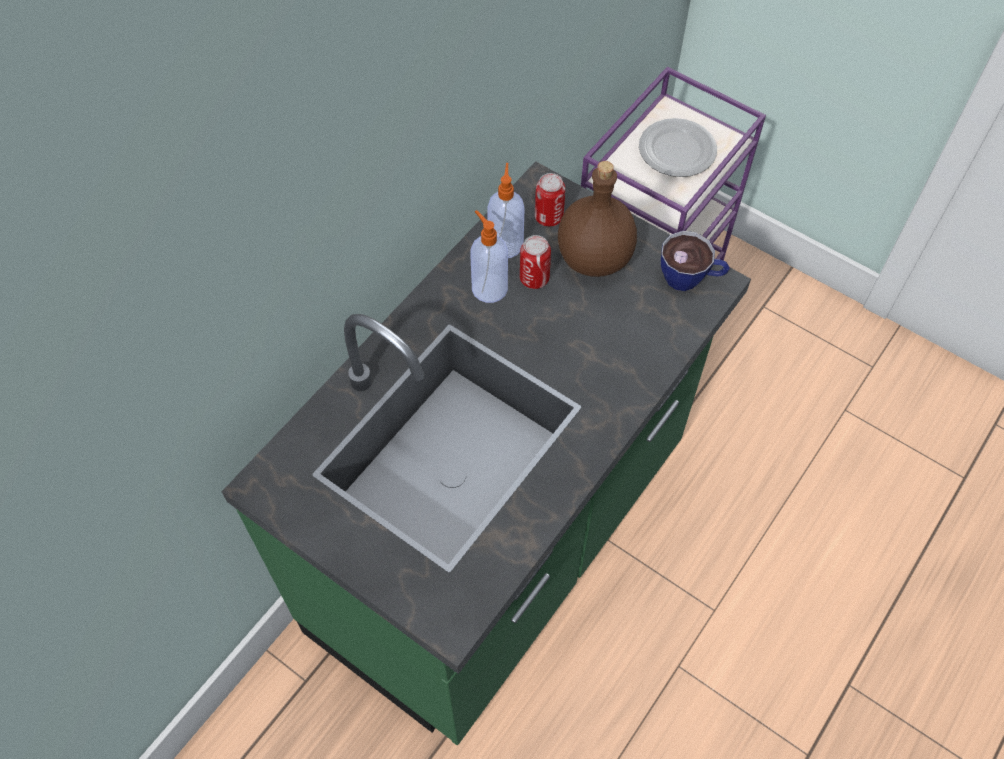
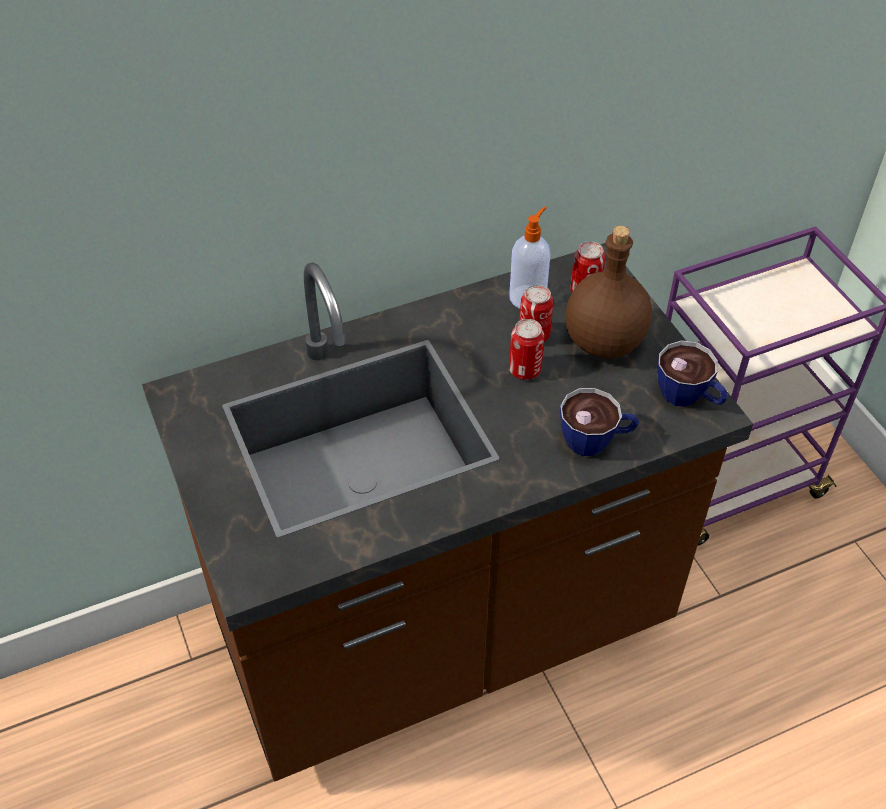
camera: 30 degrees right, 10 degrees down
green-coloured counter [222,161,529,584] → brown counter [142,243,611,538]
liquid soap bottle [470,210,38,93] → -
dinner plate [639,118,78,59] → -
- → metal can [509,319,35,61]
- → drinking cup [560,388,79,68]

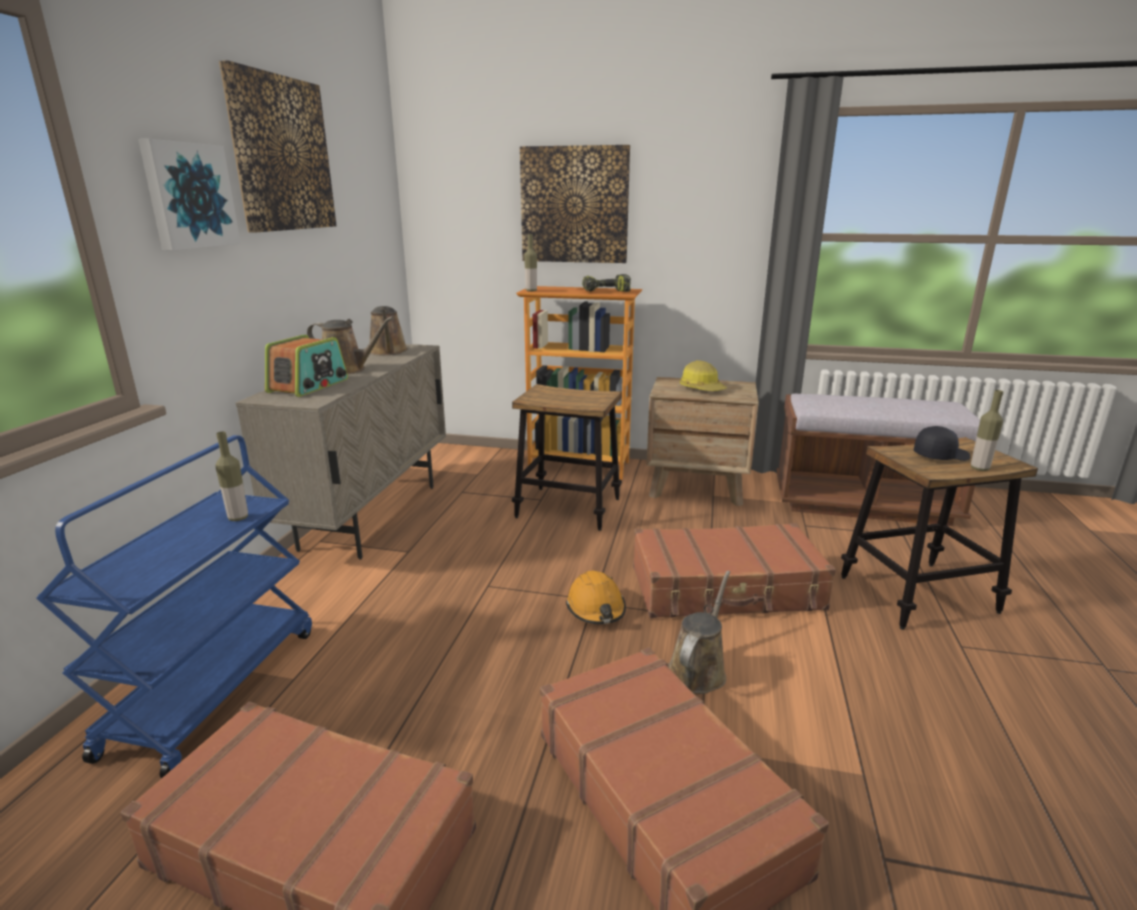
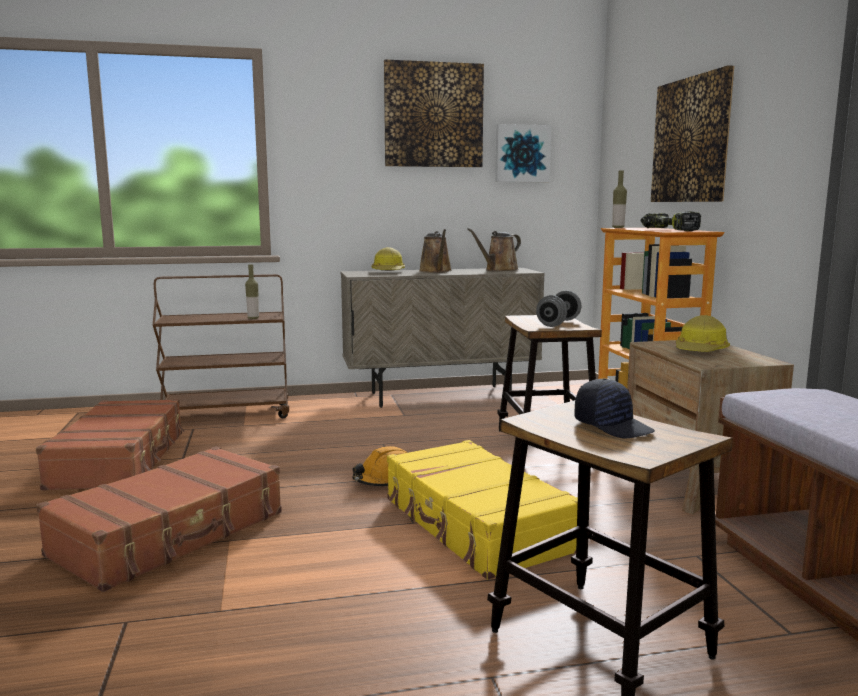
camera: 65 degrees right, 10 degrees down
bluish trolley [36,435,276,343] → brown trolley [153,274,136,144]
picture [138,139,103,112] → picture [495,124,56,58], relocated
radio set [265,335,83,62] → work helmet [371,247,34,24]
brown suitcase [633,523,203,95] → yellow suitcase [387,440,191,140]
brown watering pot [668,571,62,123] → -
bottle [971,390,32,81] → -
- → grey hand weight [536,291,45,36]

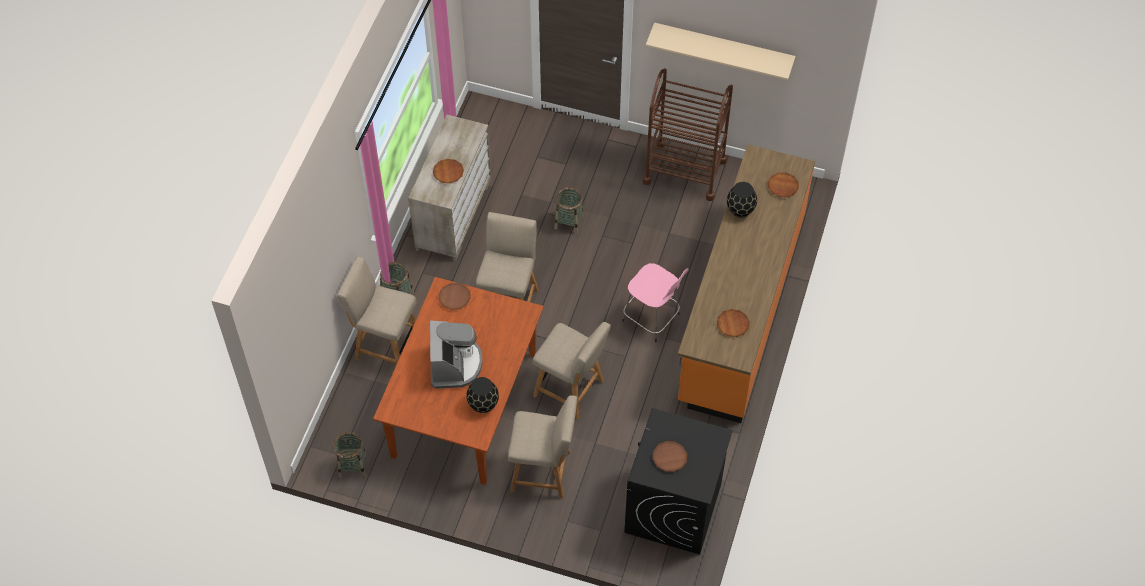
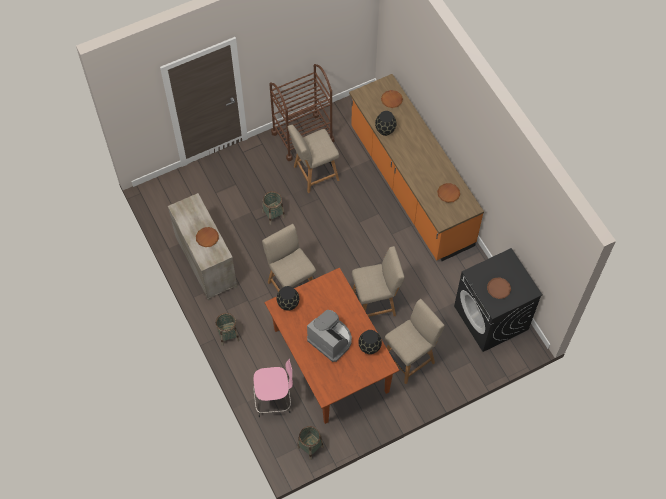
camera: 45 degrees left, 5 degrees up
beige upright chair [337,256,80,108] → beige upright chair [288,125,51,68], relocated
brown dinner plate [439,283,32,27] → blackish vase [277,286,22,25]
pink-coloured sitting stool [622,263,67,80] → pink-coloured sitting stool [253,359,40,58], relocated
beige wall shelf [646,23,150,57] → -

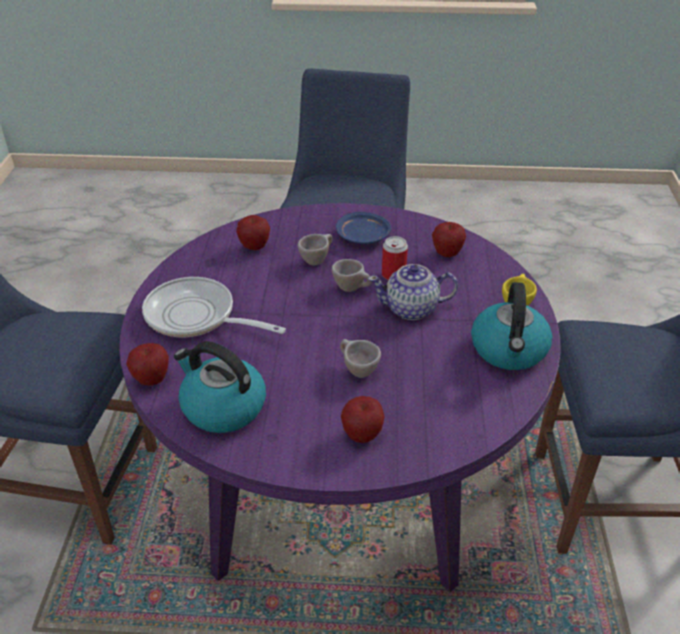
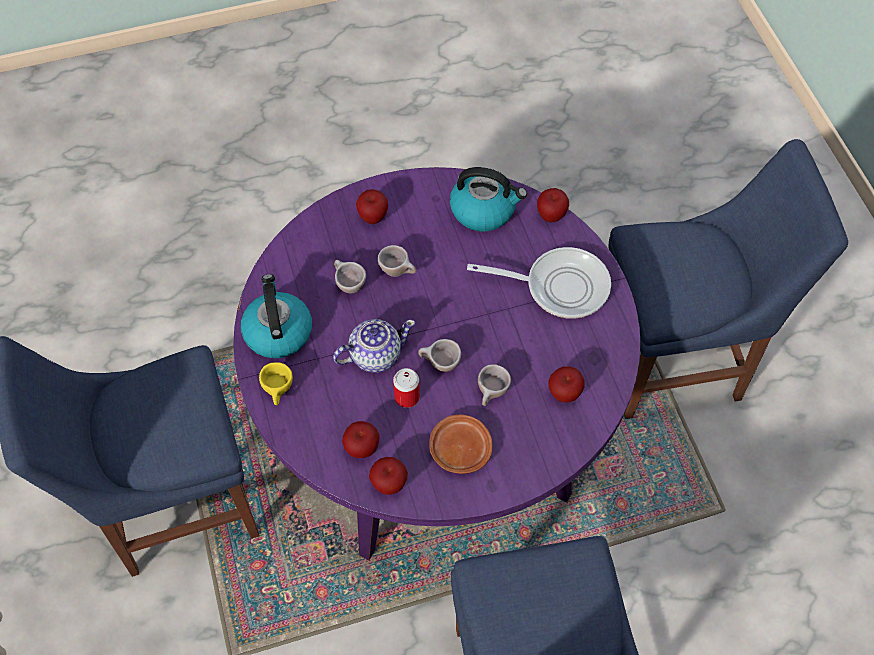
camera: 160 degrees right, 20 degrees up
bluish dinner plate [336,212,55,32] → brown dinner plate [429,415,64,59]
- → beige drinking cup [334,260,32,34]
- → apple [369,457,39,38]

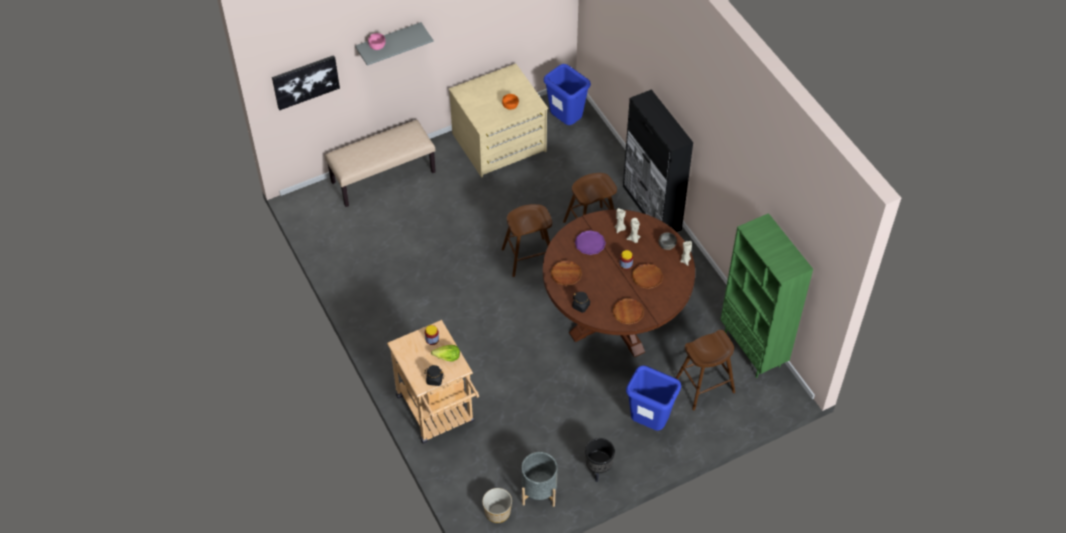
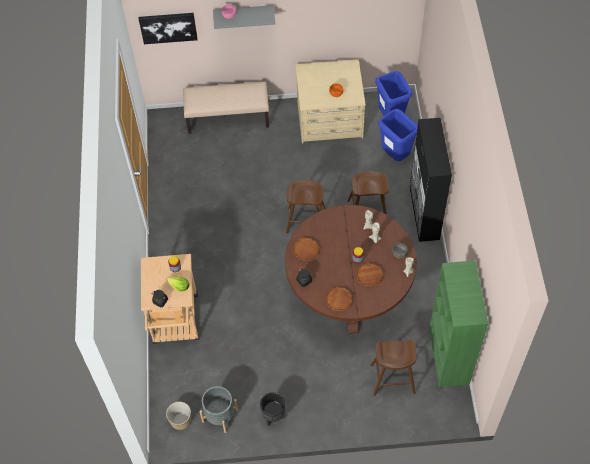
camera: 25 degrees right, 5 degrees up
purplish dinner plate [575,230,31,25] → -
bluish rubbish bin [626,365,55,66] → bluish rubbish bin [378,109,40,52], relocated

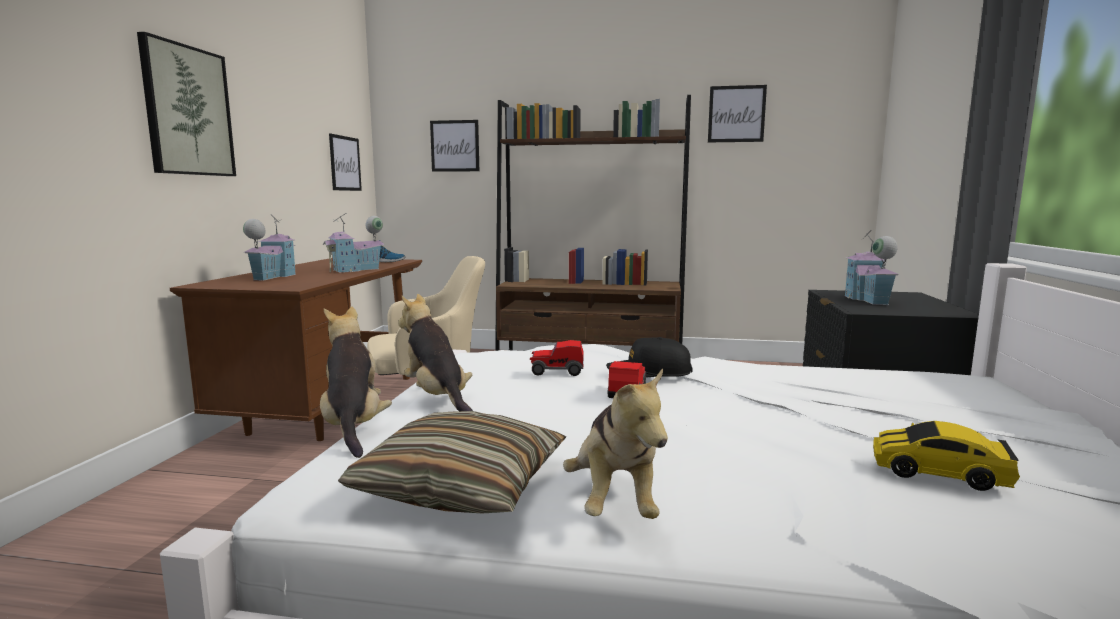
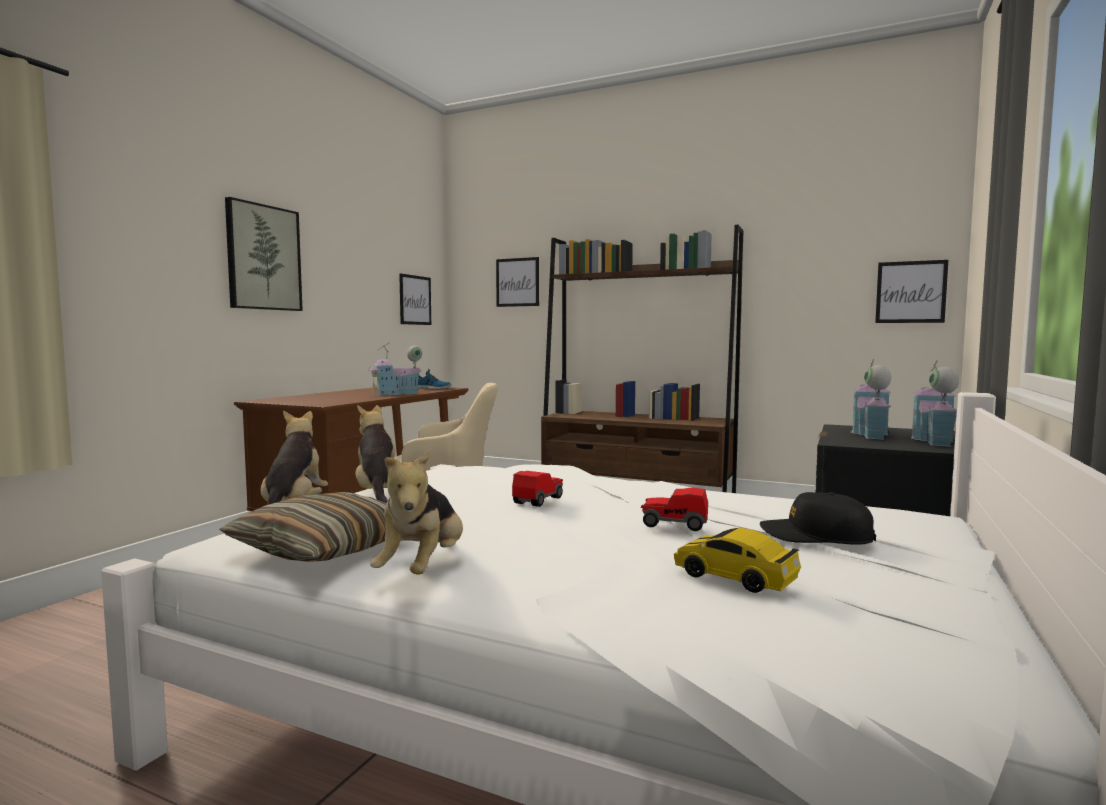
camera: 15 degrees right, 5 degrees down
model house [243,218,53,63] → model house [911,361,48,86], relocated
miniature car [530,340,53,36] → miniature car [641,487,67,44], relocated
blackish baseball cap [606,337,87,41] → blackish baseball cap [760,492,116,53], relocated
picture [708,85,59,57] → picture [875,260,73,63], relocated

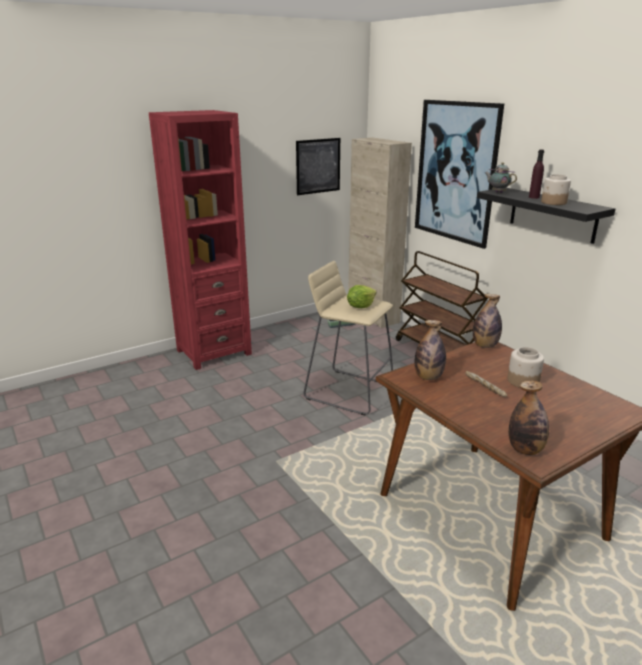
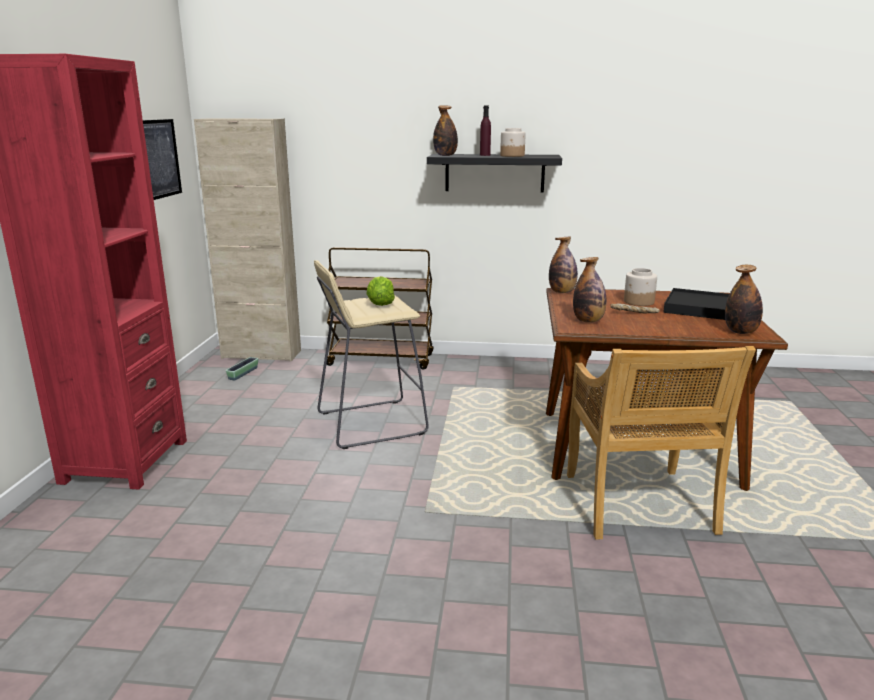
camera: 50 degrees left, 5 degrees down
picture [415,100,89,149] → -
teapot [485,162,32,31] → bottle [433,105,25,51]
- → beige upright chair [567,346,189,194]
- → blackish tray [663,288,66,32]

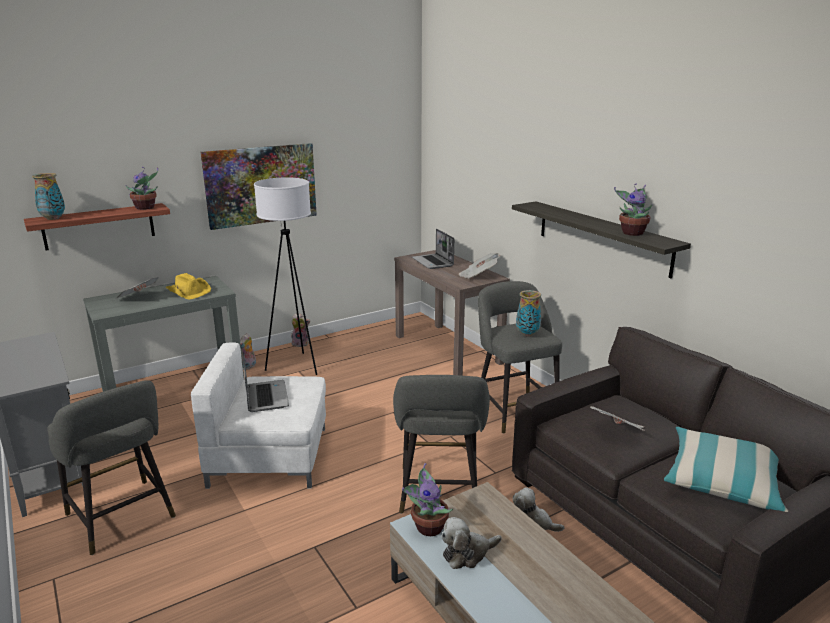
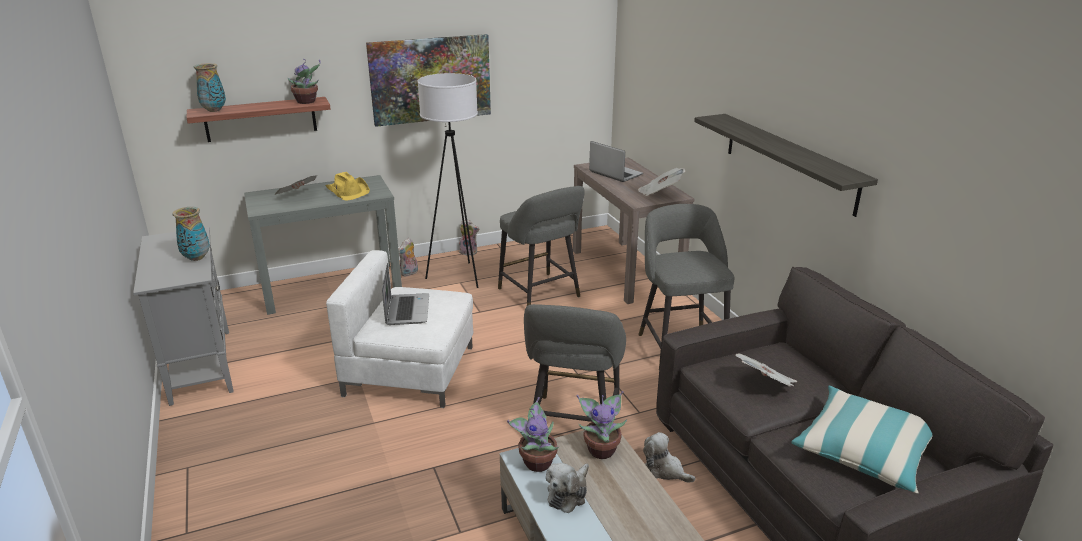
camera: 10 degrees right, 5 degrees up
grey sitting stool [47,380,129,175] → grey sitting stool [498,186,87,120], relocated
notebook computer [412,229,42,40] → notebook computer [589,141,54,41], 150 degrees clockwise
soft toy [441,517,61,52] → soft toy [546,463,43,50], 45 degrees counterclockwise
vase [516,290,25,47] → vase [173,207,37,54], relocated
houseplant [614,184,39,52] → houseplant [577,391,50,68], relocated

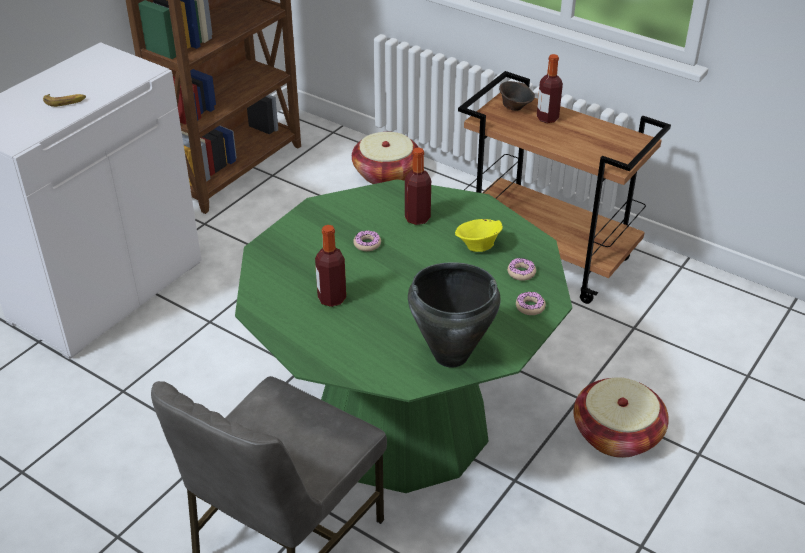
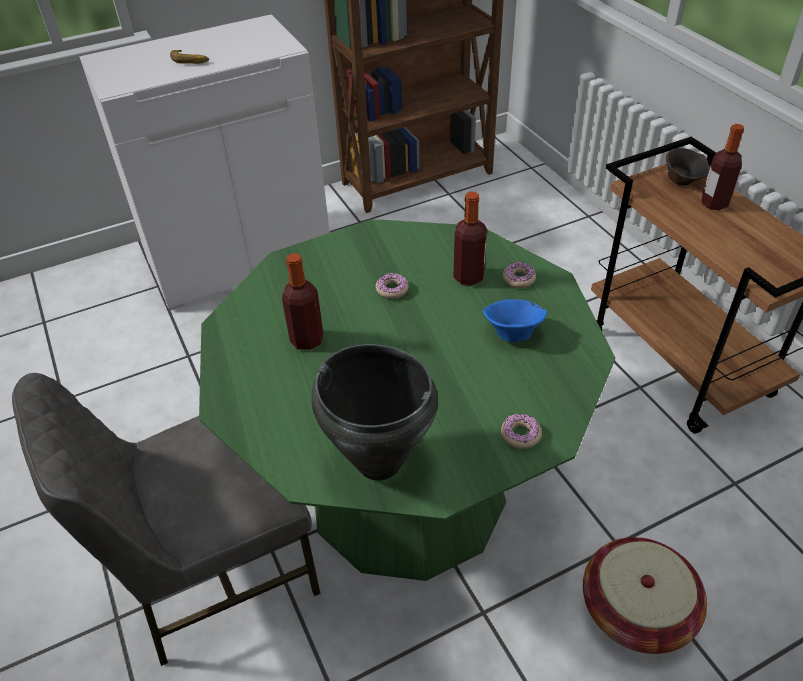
camera: 30 degrees right, 5 degrees up
storage basket [352,132,67,52] → -
yellow deep dish [455,219,48,33] → bluish deep dish [483,299,65,43]
donut [507,258,29,23] → donut [503,262,33,26], relocated

